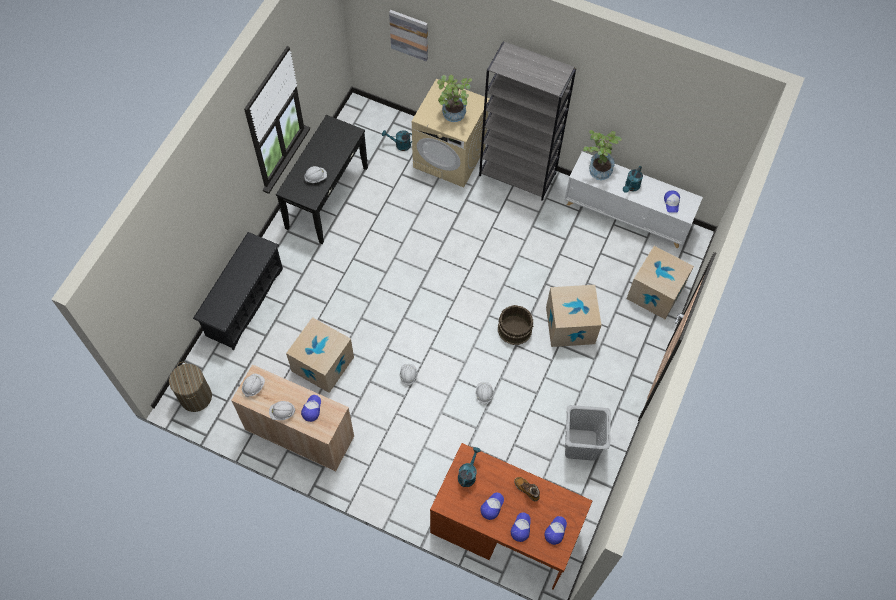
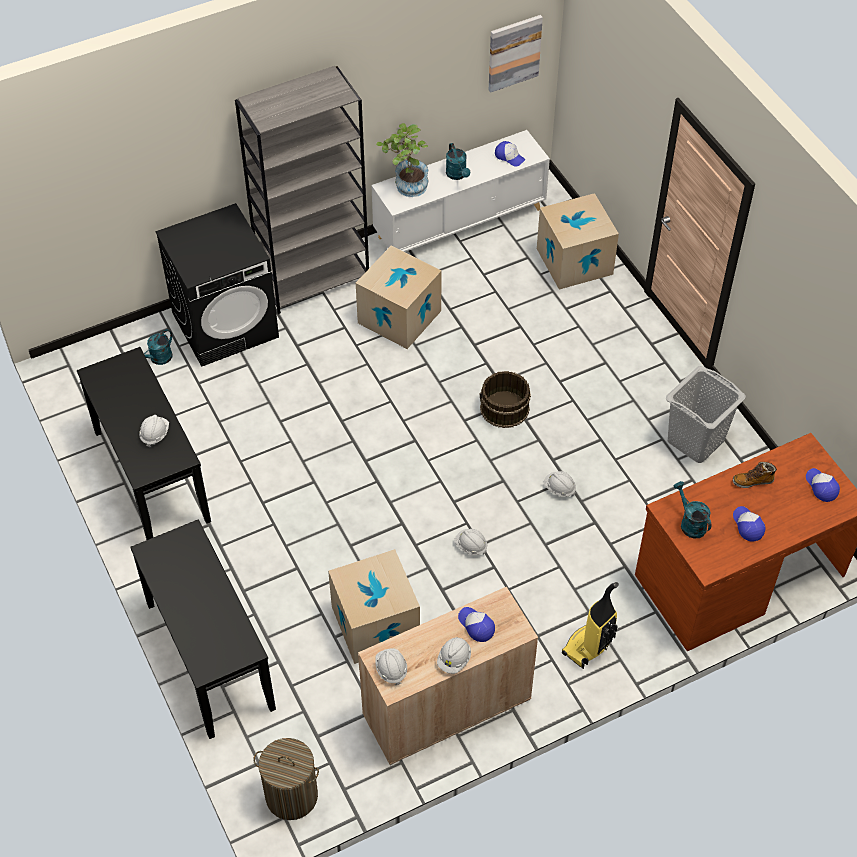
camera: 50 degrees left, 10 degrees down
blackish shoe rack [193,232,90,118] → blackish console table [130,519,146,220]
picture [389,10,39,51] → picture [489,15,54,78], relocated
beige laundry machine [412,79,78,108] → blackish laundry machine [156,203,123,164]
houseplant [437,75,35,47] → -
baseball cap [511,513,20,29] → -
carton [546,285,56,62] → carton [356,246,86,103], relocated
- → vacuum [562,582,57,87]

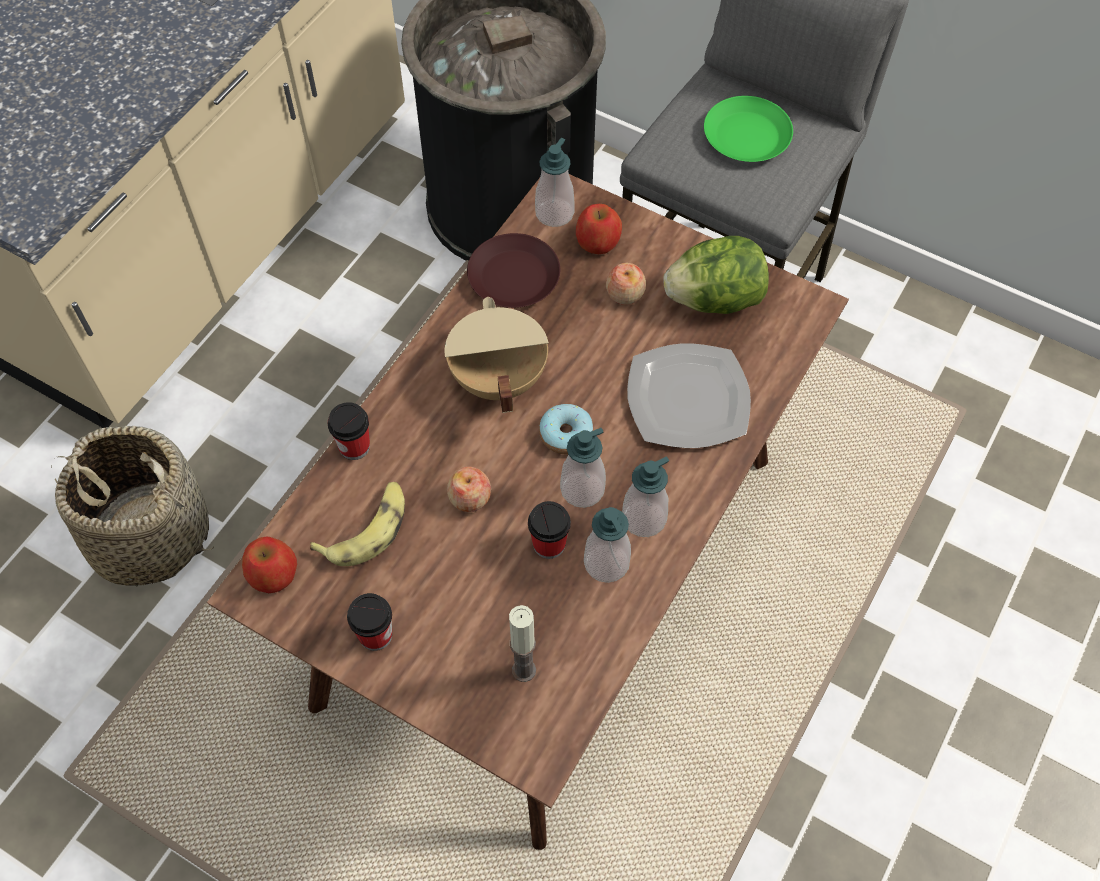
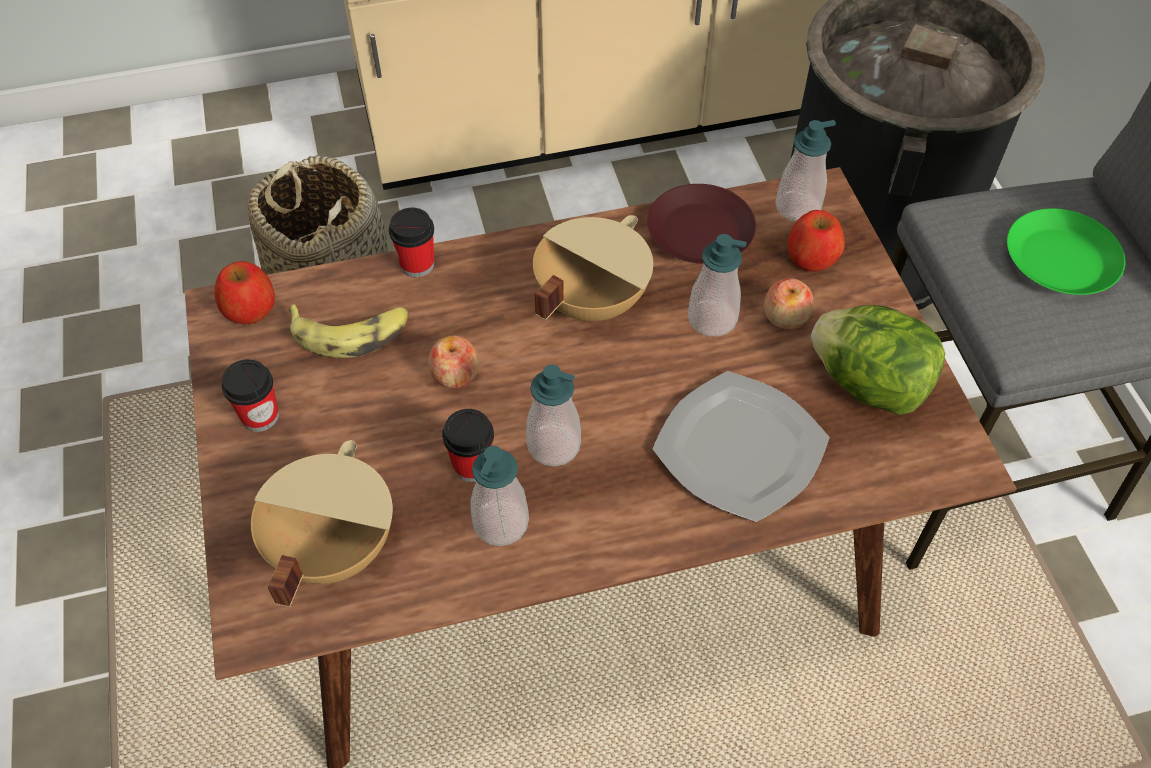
camera: 45 degrees right, 5 degrees down
wax candle [509,605,27,77] → beige stockpot [251,440,142,167]
donut [539,404,54,50] → -
liquid soap bottle [622,457,47,80] → liquid soap bottle [688,234,59,103], relocated

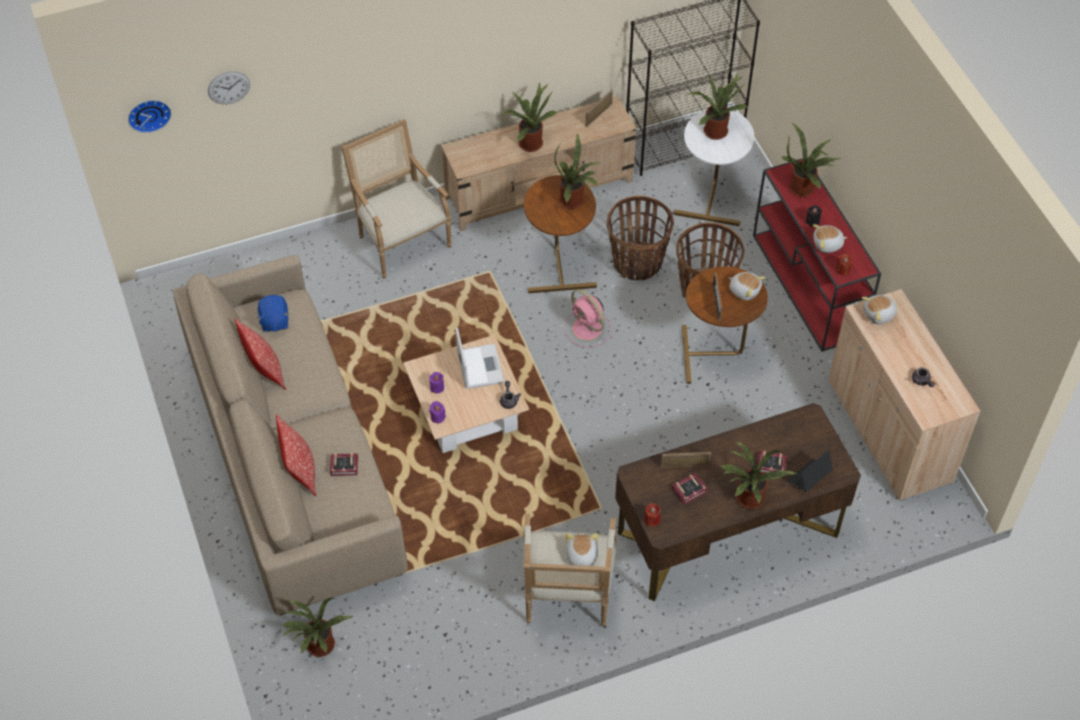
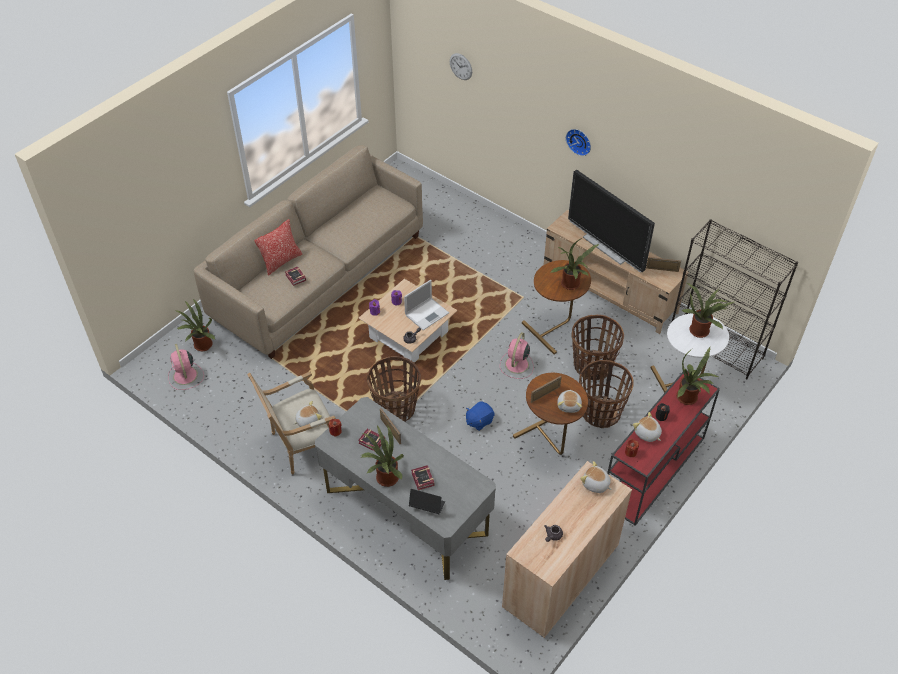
camera: 60 degrees right, 5 degrees down
clock on the wall [128,100,43,33] → clock on the wall [566,129,25,27], relocated
pillow [235,318,51,72] → -
bluish soft toy [257,295,32,37] → bluish soft toy [466,401,29,30], relocated
easy chair [342,119,110,159] → -
houseplant [501,82,56,70] → TV [568,170,87,103]
brown desk unit [615,403,246,198] → grey desk unit [315,397,181,183]
- → pink-coloured cooling fan [168,344,36,46]
- → storage basket [367,356,54,66]

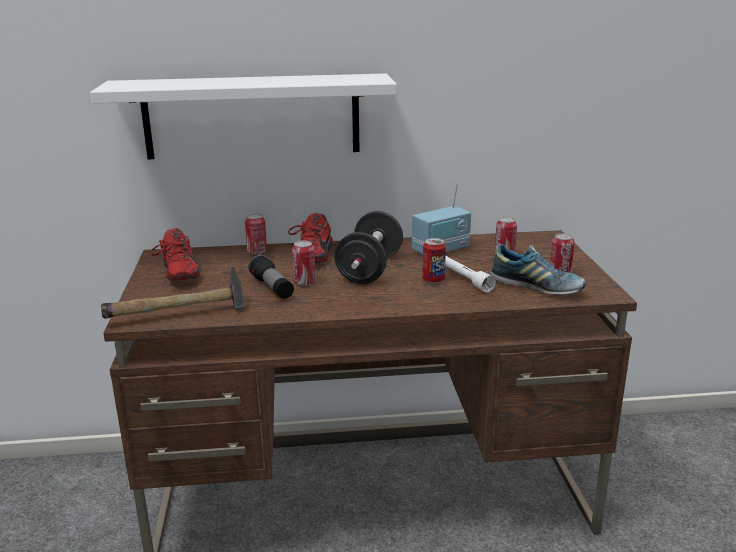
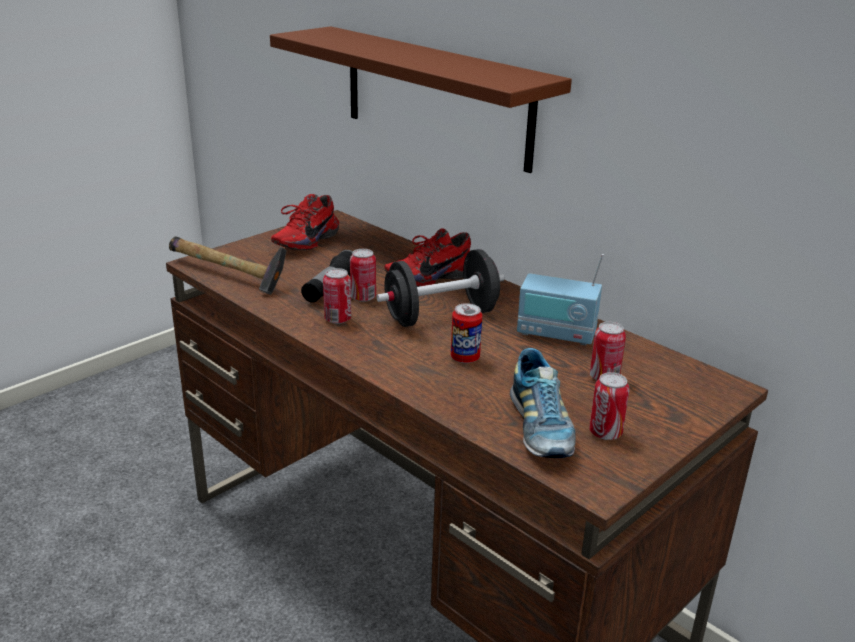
camera: 50 degrees right, 5 degrees up
whitish wall shelf [90,73,307,86] → brown wall shelf [270,26,302,147]
metal can [245,213,22,41] → metal can [323,268,28,56], relocated
whitish torch [445,256,51,37] → -

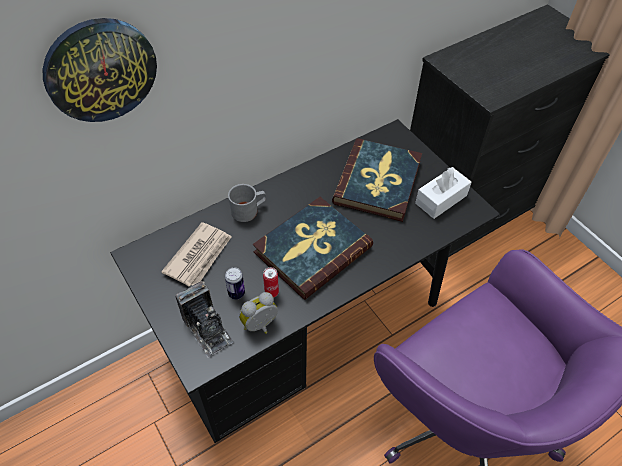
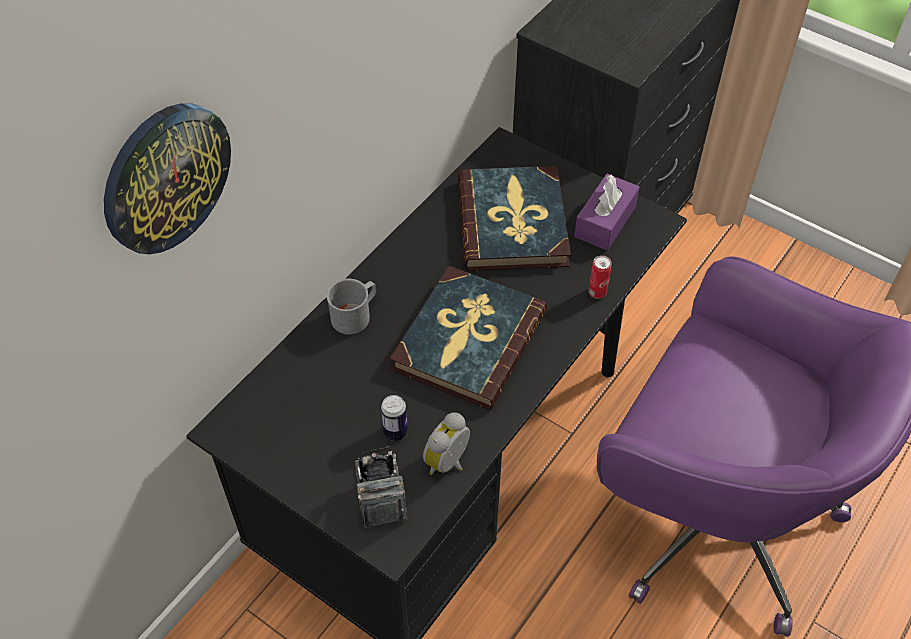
camera: 20 degrees left, 0 degrees up
daily paper [161,222,71,65] → -
photo camera [176,281,57,77] → photo camera [355,446,52,82], 135 degrees counterclockwise
metal can [263,267,16,31] → metal can [588,255,24,44], relocated
whitish box of tissues [415,167,57,52] → purplish box of tissues [574,174,66,76]

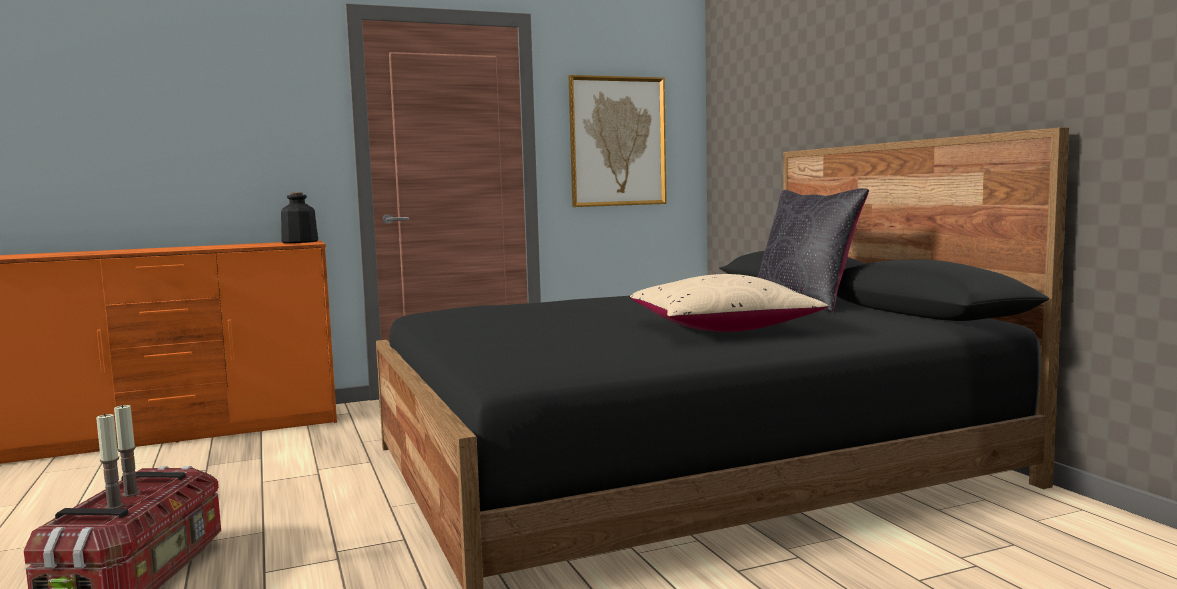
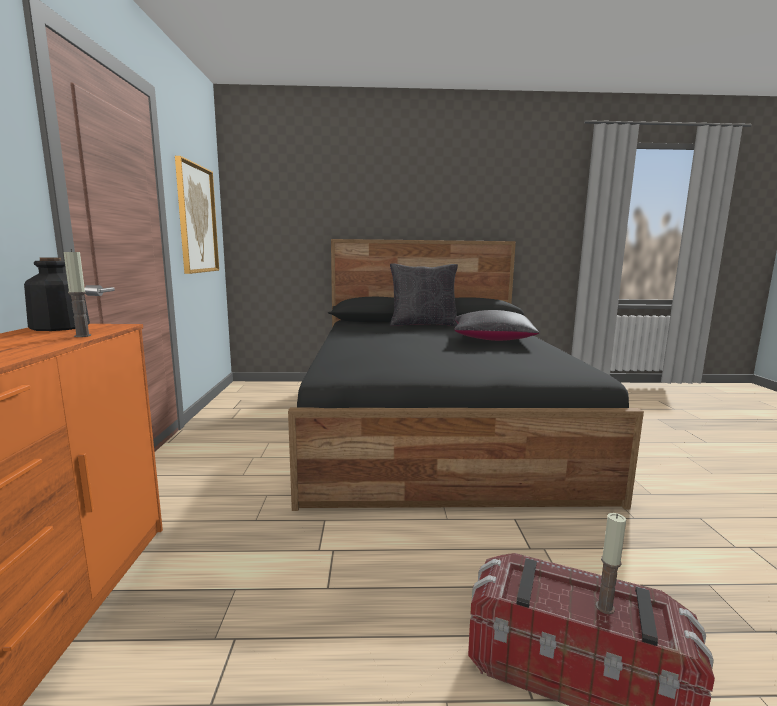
camera: 70 degrees left, 5 degrees up
wax candle [114,404,26,93] → wax candle [64,249,27,88], relocated
beige pillow [630,274,198,58] → blackish pillow [454,310,85,31]

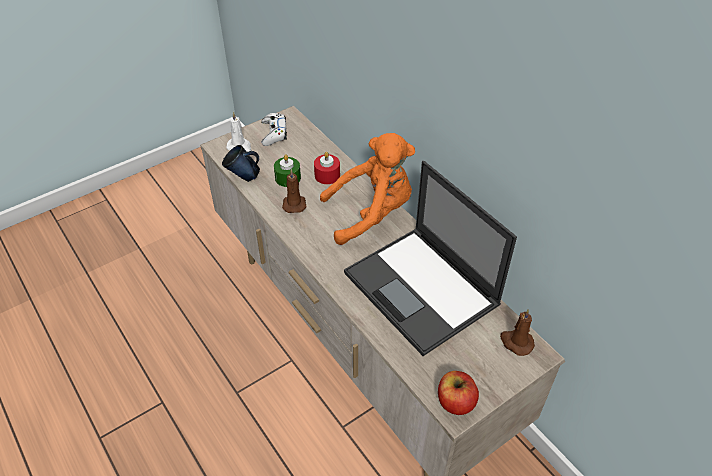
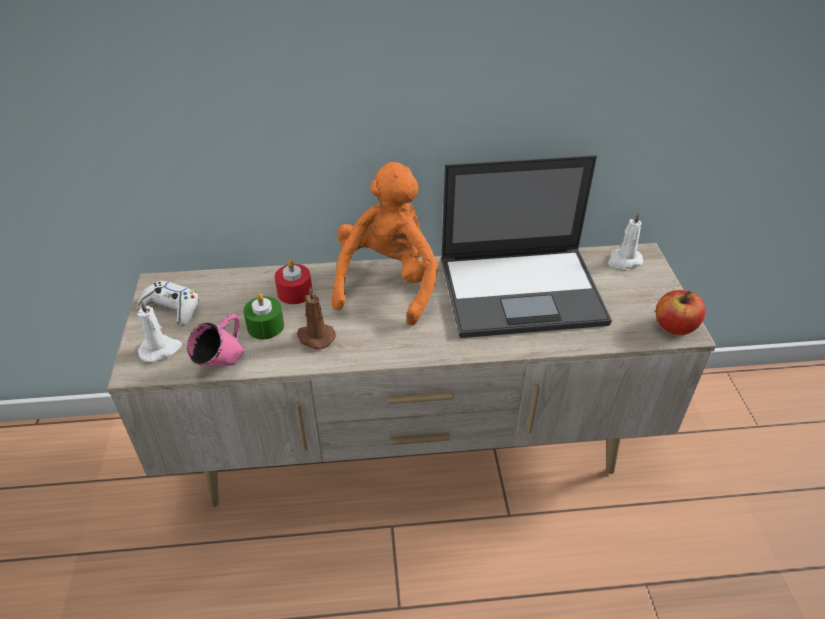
camera: 60 degrees left, 5 degrees down
bluish tea mug [222,145,38,37] → pink-coloured tea mug [187,314,58,52]
brown wax candle [500,309,35,47] → whitish wax candle [608,211,35,58]

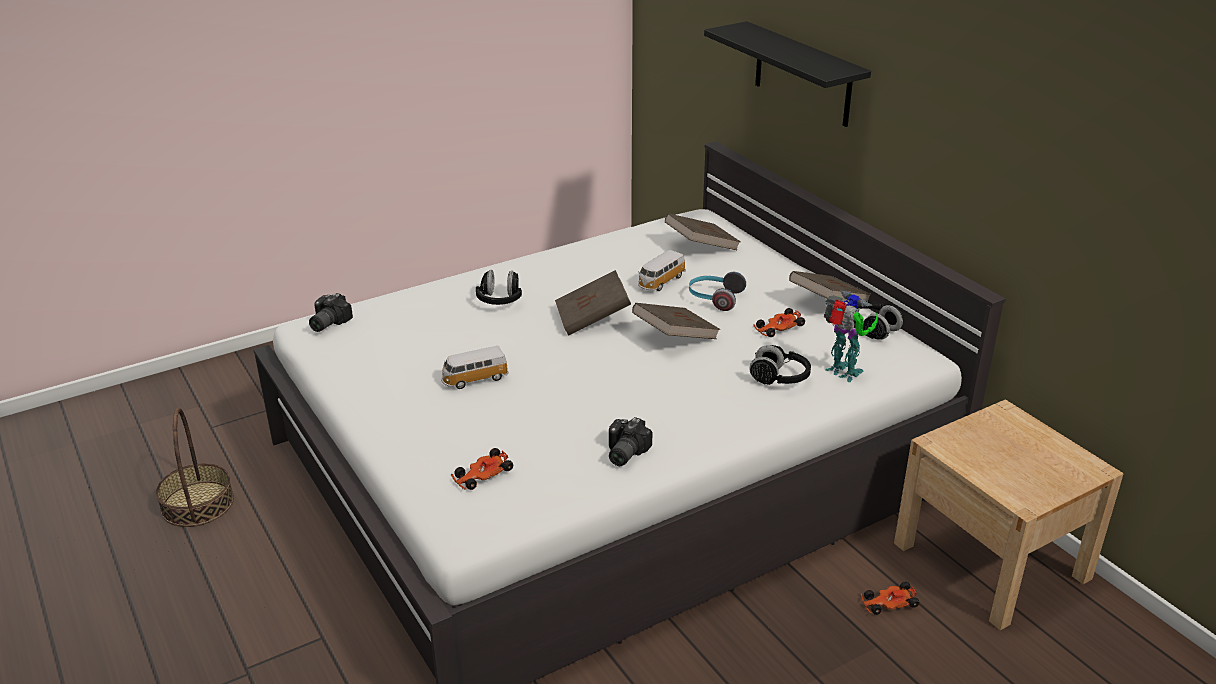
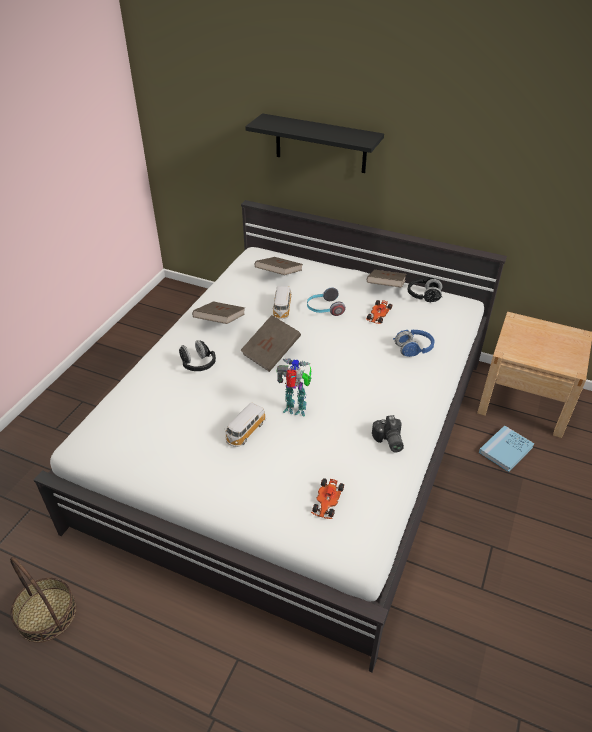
camera: 35 degrees left, 10 degrees up
photo camera [309,293,44,39] → -
brown bound book [632,303,88,36] → brown bound book [192,301,53,23], relocated
blackish headphones [749,345,62,40] → bluish headphones [393,329,41,28]
robot figure [824,291,54,91] → robot figure [276,358,36,58], relocated
miniature car [861,581,59,34] → bluish bound book [479,425,56,47]

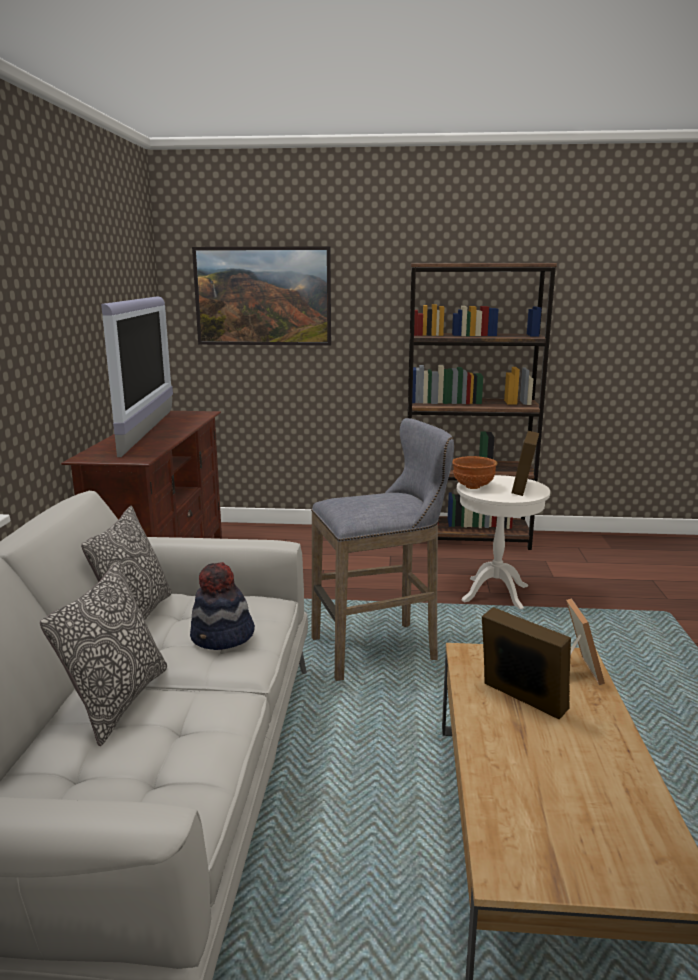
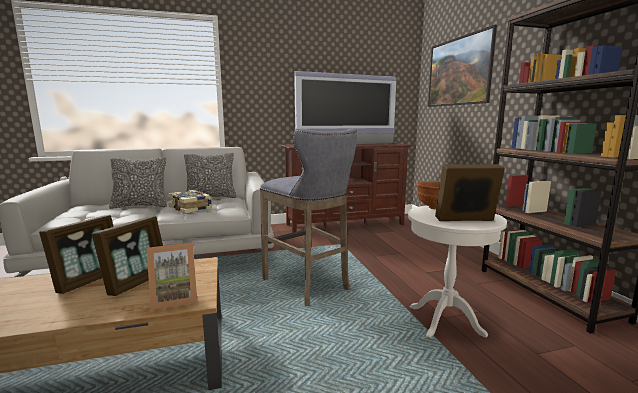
camera: 70 degrees right, 5 degrees down
hat [190,562,65,88] → bound book [168,190,44,24]
- → standing frame [39,215,75,79]

